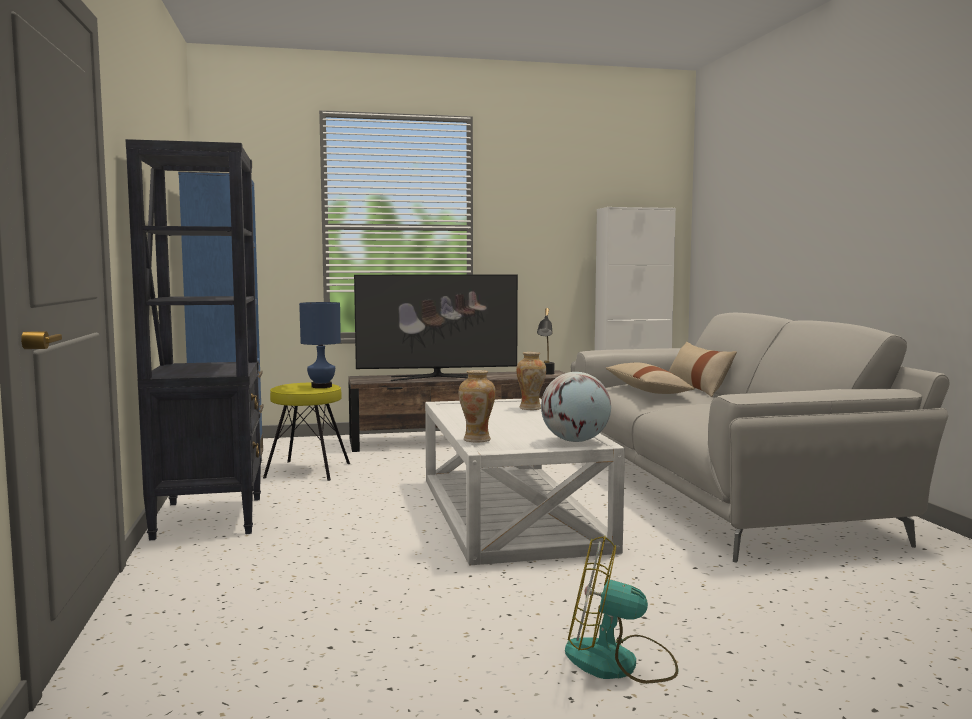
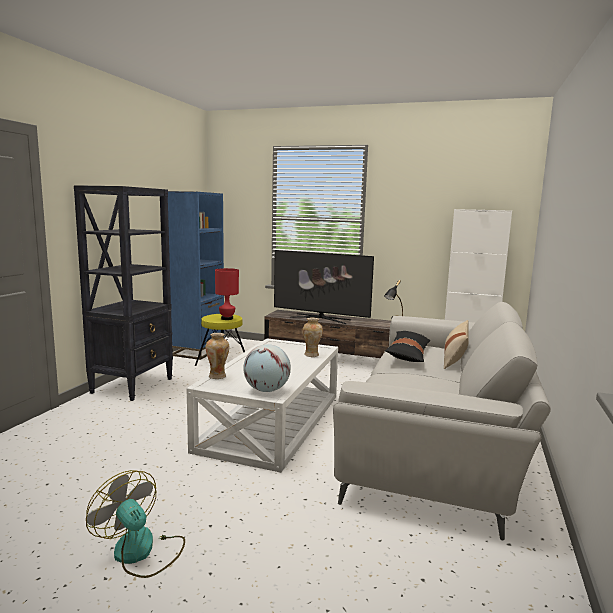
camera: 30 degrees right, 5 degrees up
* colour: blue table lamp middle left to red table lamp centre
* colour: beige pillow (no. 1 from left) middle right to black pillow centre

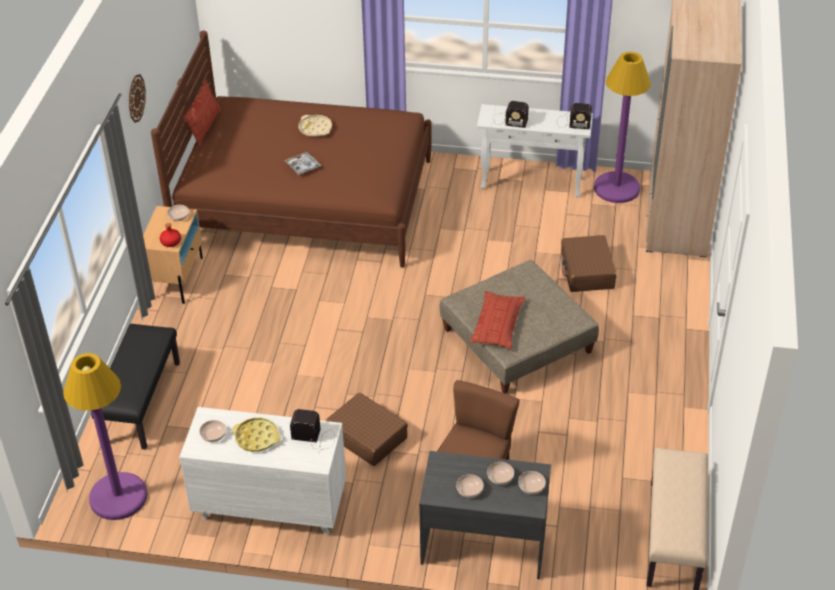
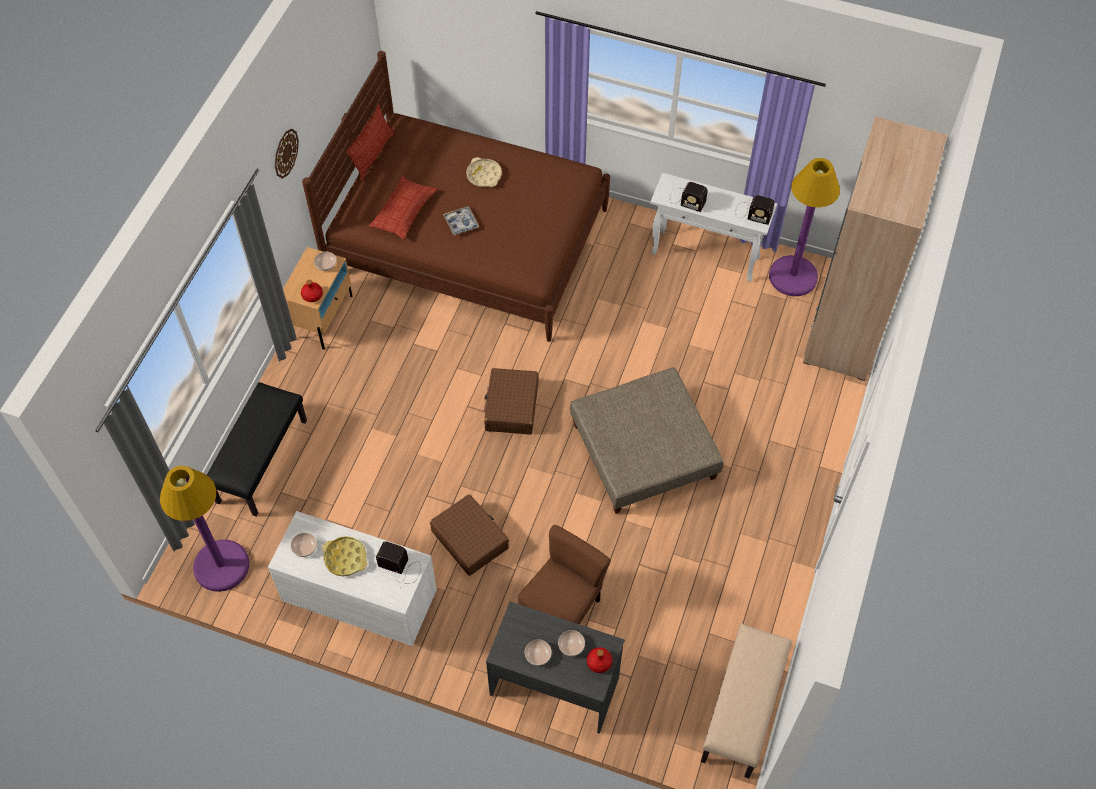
camera: 10 degrees right, 15 degrees up
* relocated: pillow (no. 2 from left) centre to top centre
* relocated: brown suitcase (no. 2 from left) middle right to centre
* exchanged: bowl (no. 5 from left) bottom centre to red bottle (no. 2 from left) bottom centre

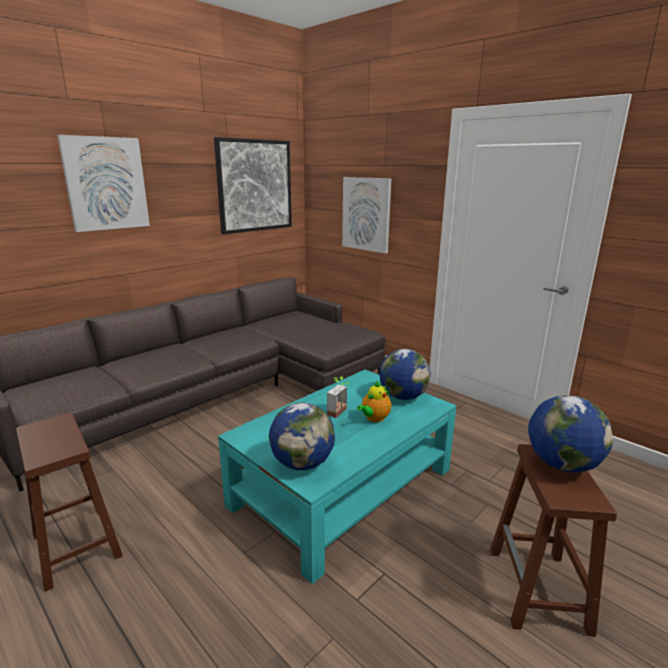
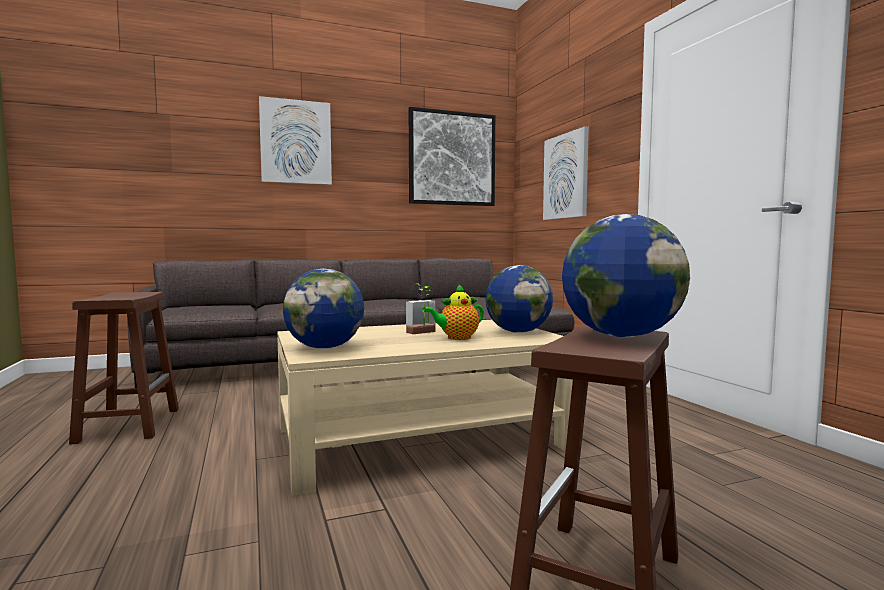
camera: 25 degrees right, 15 degrees down
* colour: turquoise coffee table bottom centre to beige coffee table bottom centre

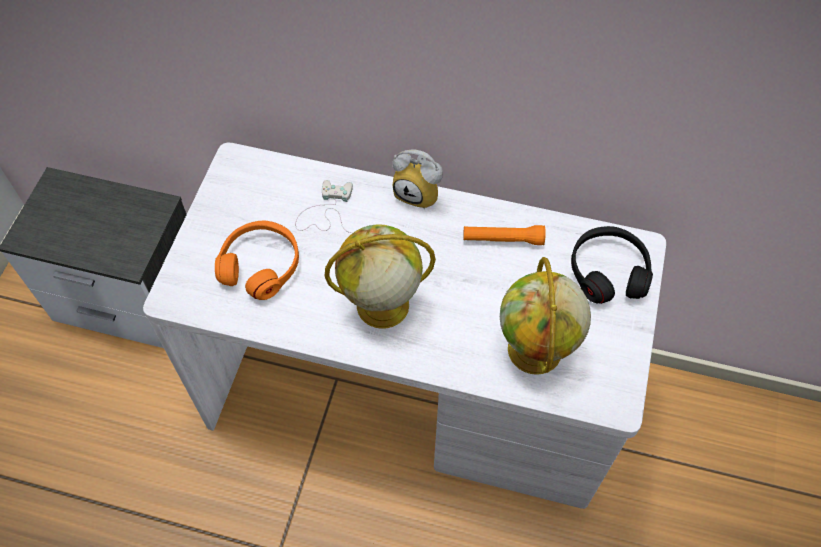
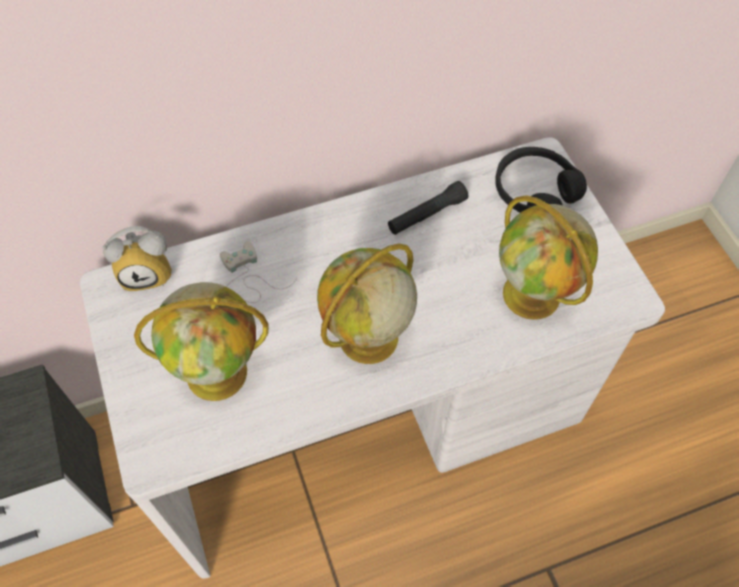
camera: 35 degrees left, 0 degrees up
* relocated: alarm clock top centre to middle left
* exchanged: orange headphones middle left to globe (no. 1 from left) middle left
* colour: orange flashlight centre to black flashlight centre

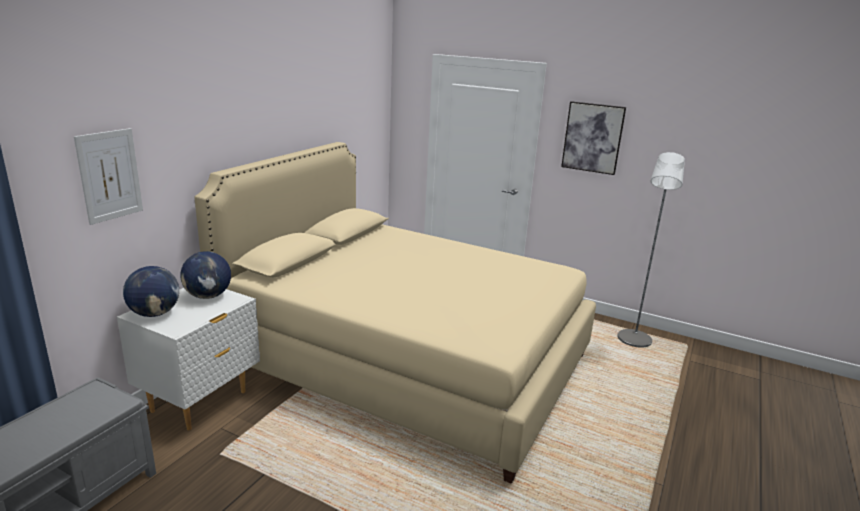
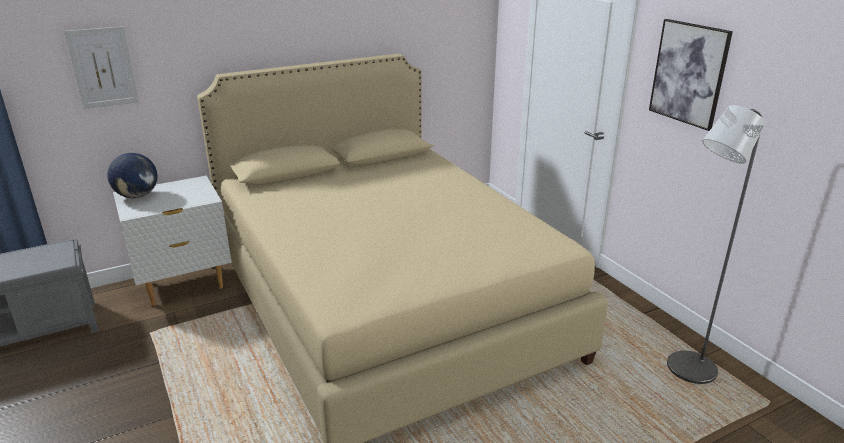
camera: 35 degrees right, 5 degrees up
* missing: globe (no. 2 from left) middle left

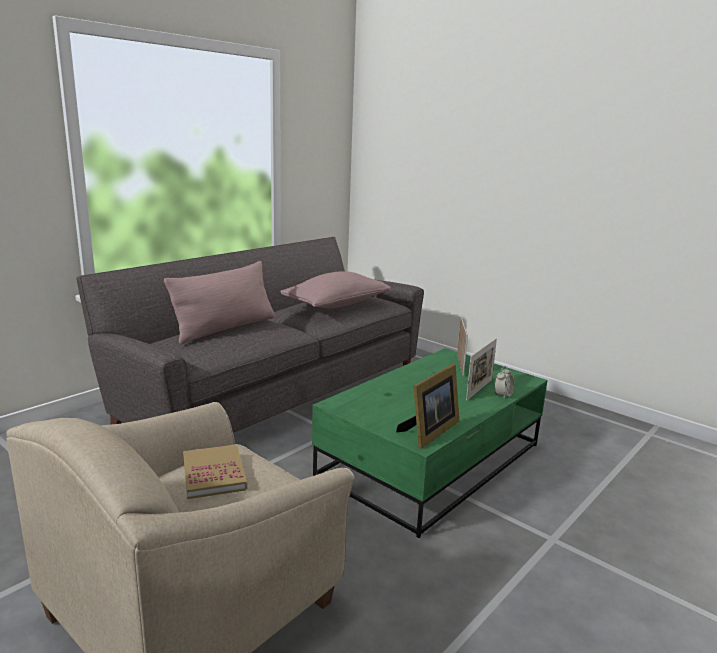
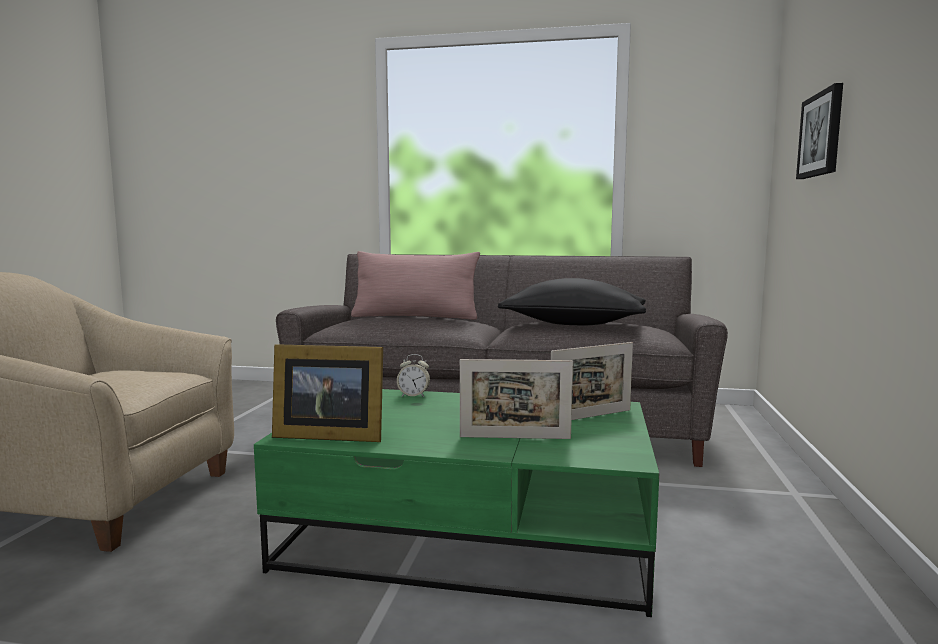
camera: 60 degrees right, 10 degrees down
* missing: book bottom left
* appeared: picture top right
* relocated: alarm clock middle right to centre
* colour: pink pillow (no. 2 from left) centre to black pillow centre

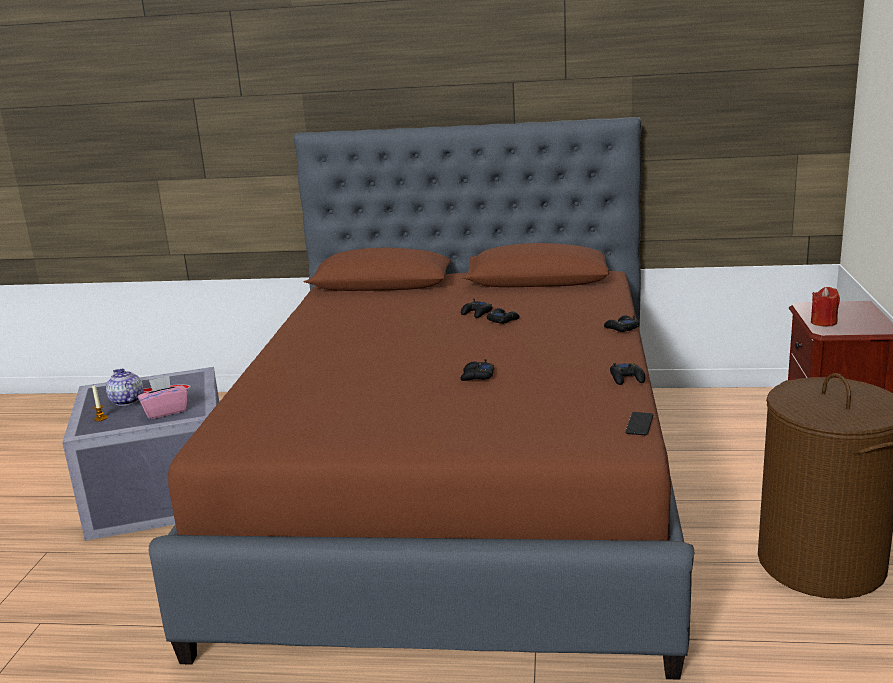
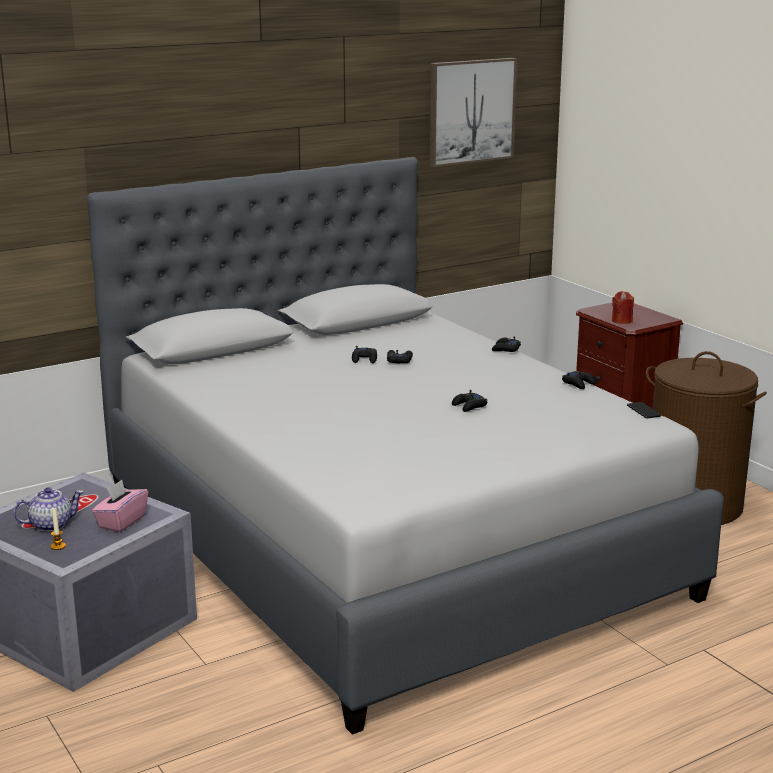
camera: 40 degrees left, 0 degrees up
* appeared: picture top centre
* colour: brown bed centre to grey bed centre
* spun: teapot middle left = middle left 135 degrees clockwise

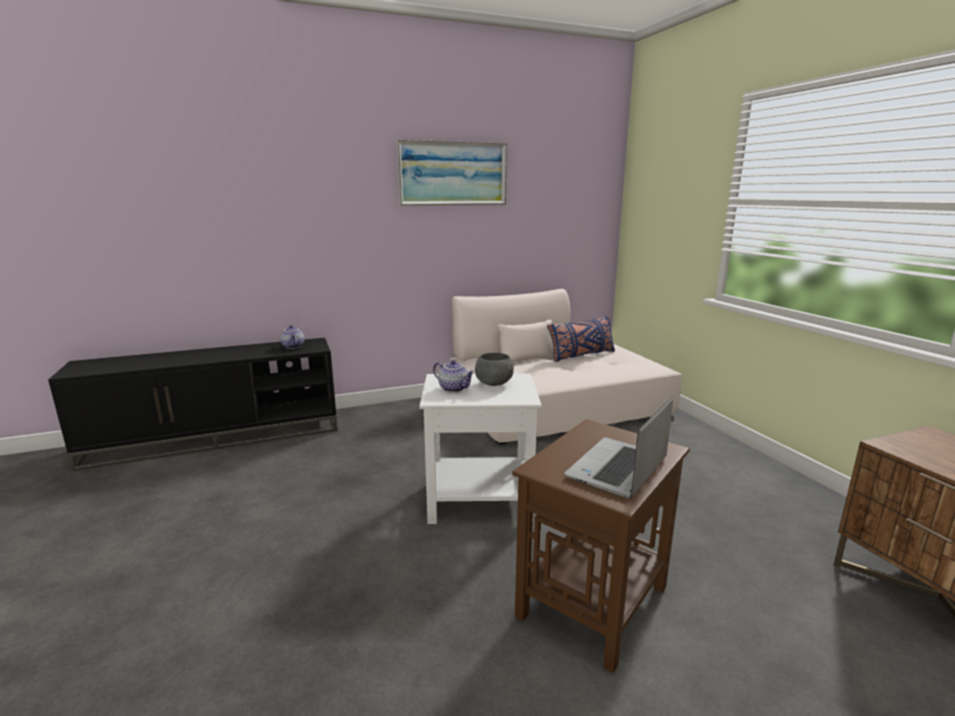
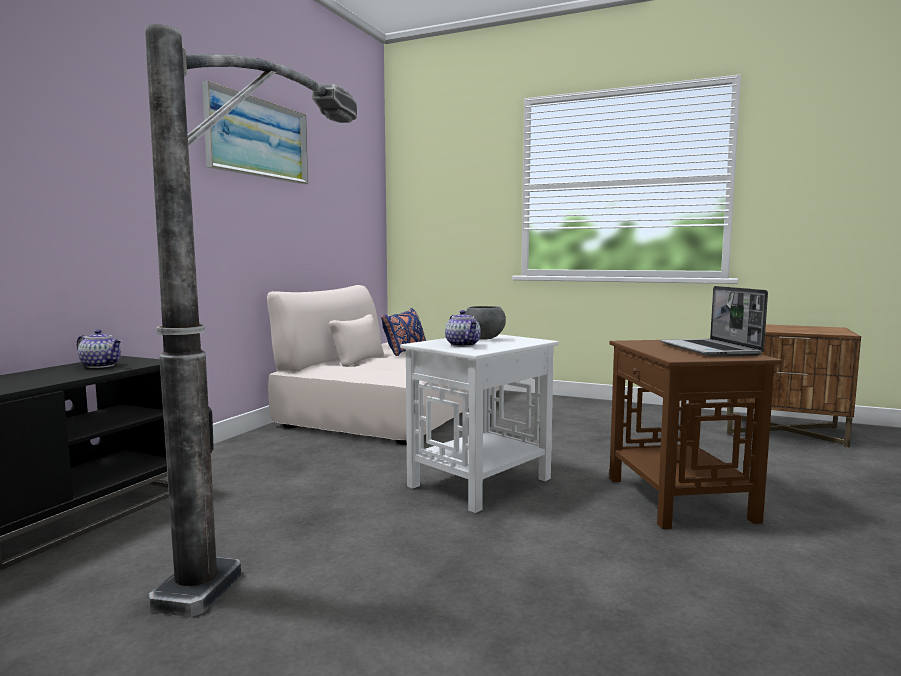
camera: 45 degrees left, 10 degrees down
* appeared: floor lamp middle left
* spun: teapot (no. 2 from left) centre = centre 75 degrees clockwise

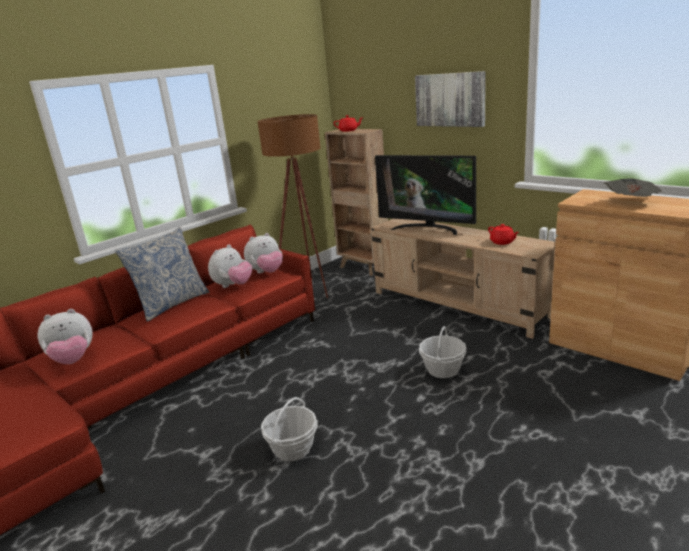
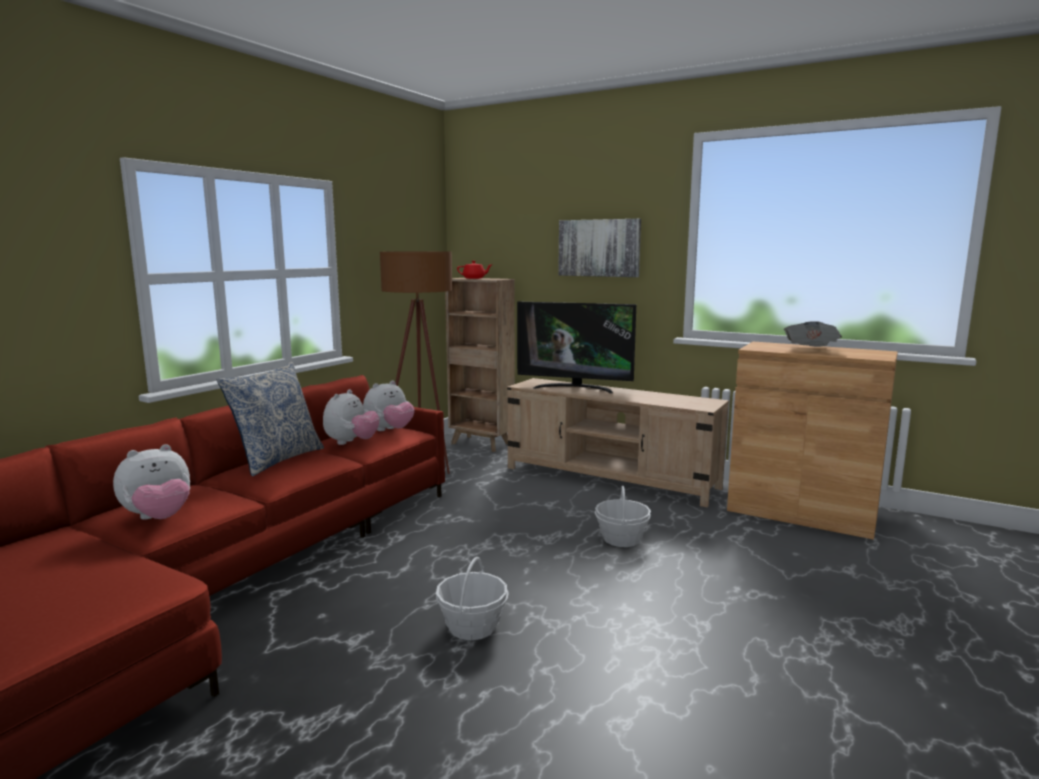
camera: 15 degrees left, 10 degrees down
* missing: red teapot (no. 2 from left) middle right

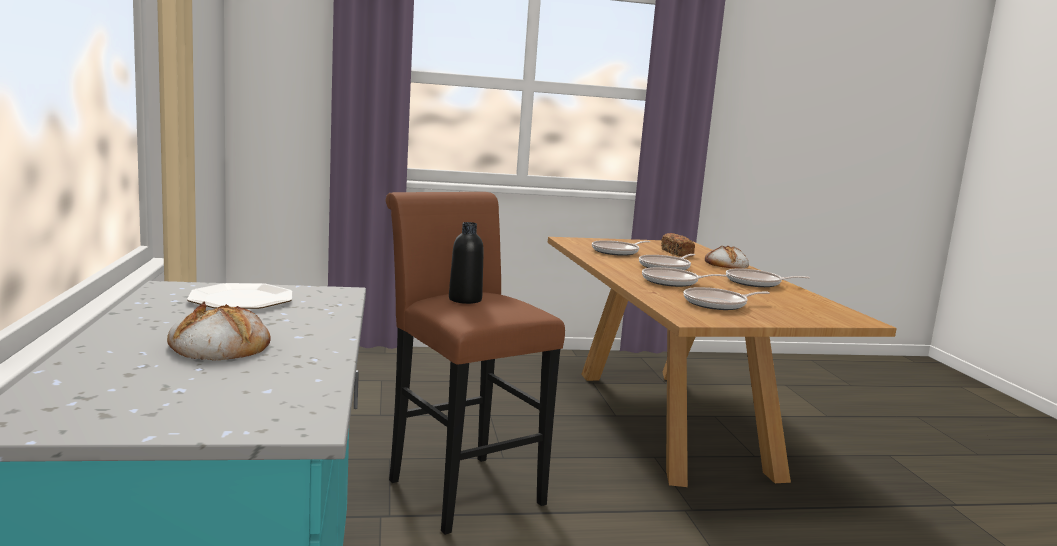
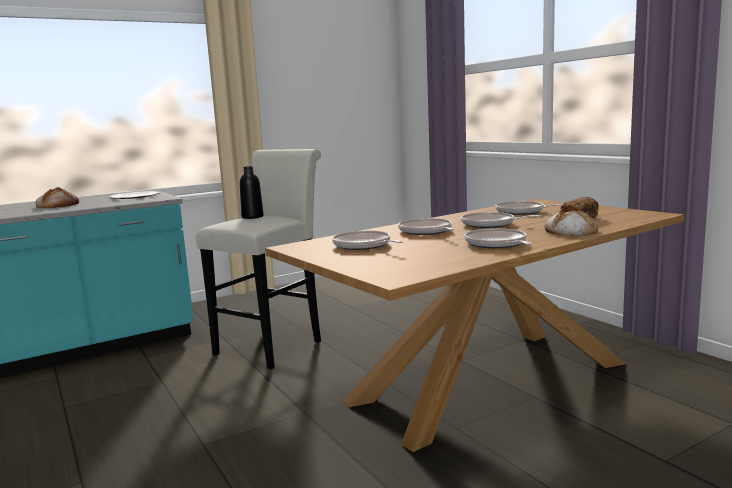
camera: 70 degrees right, 0 degrees up
* colour: brown stool centre to white stool centre

